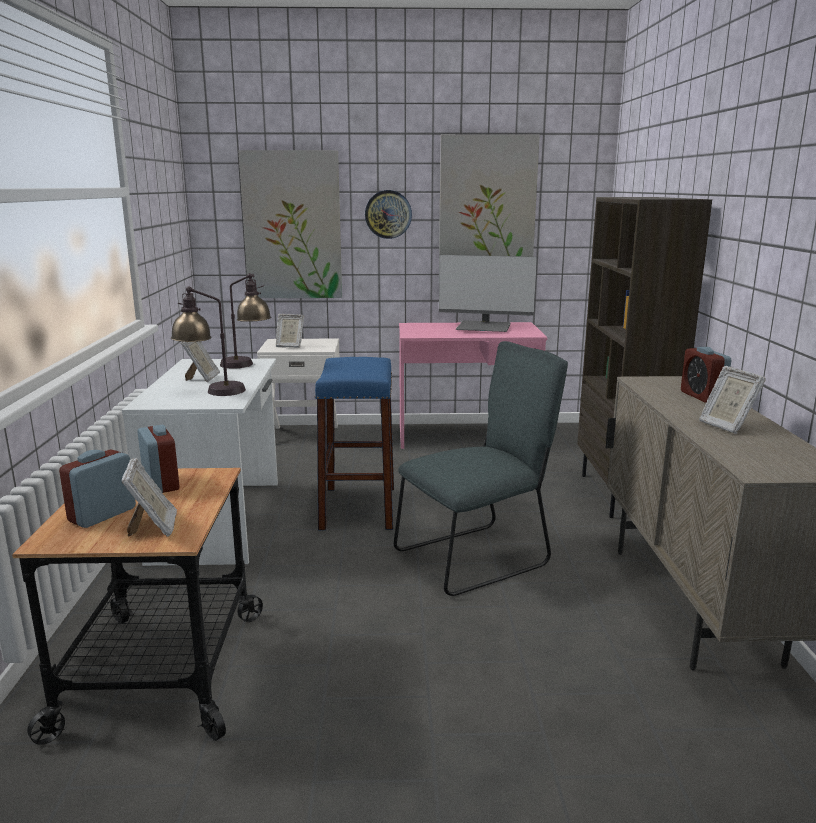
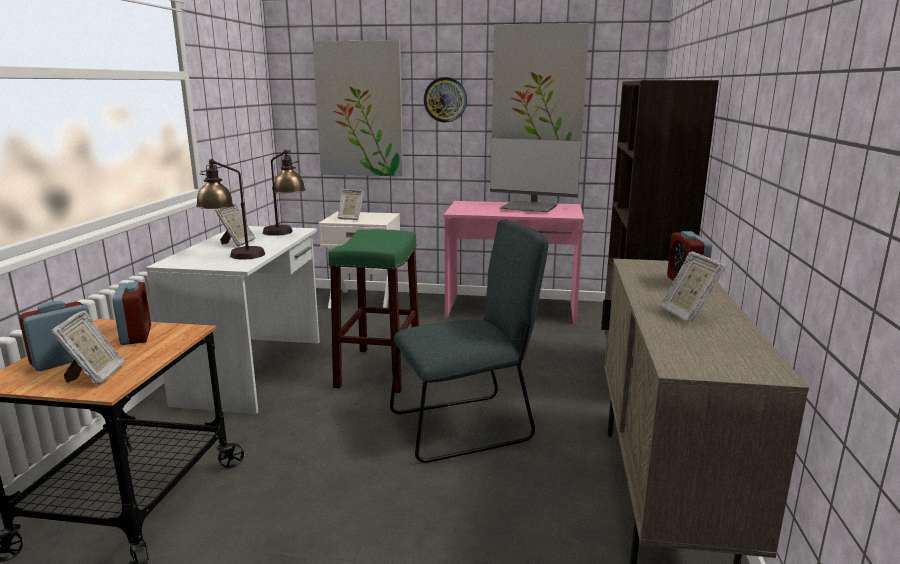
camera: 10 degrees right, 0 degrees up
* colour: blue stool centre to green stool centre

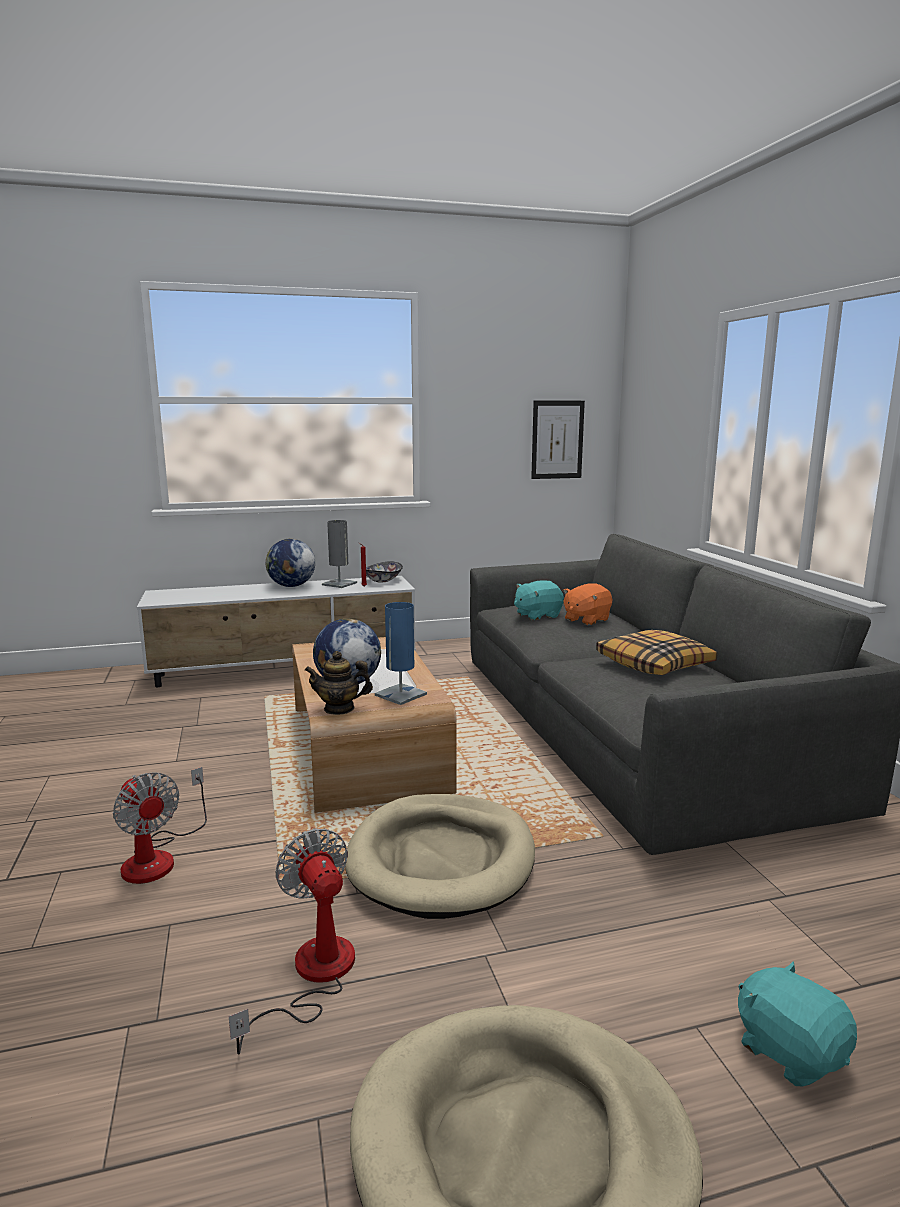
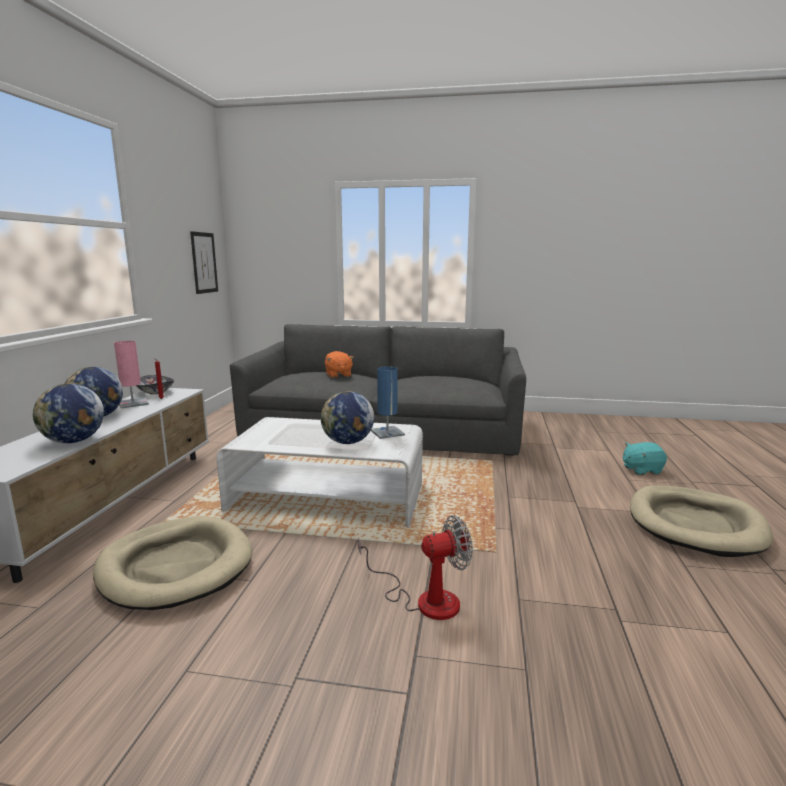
camera: 65 degrees left, 0 degrees up
* missing: fan (no. 2 from left) bottom left
* missing: teapot centre
* missing: turquoise plush toy (no. 1 from left) centre
* missing: pillow middle right
* appeared: globe (no. 1 from left) middle left
* relocated: beige dog bed (no. 1 from left) bottom centre to bottom left
* colour: brown coffee table centre to white coffee table centre
* colour: grey table lamp centre to pink table lamp middle left

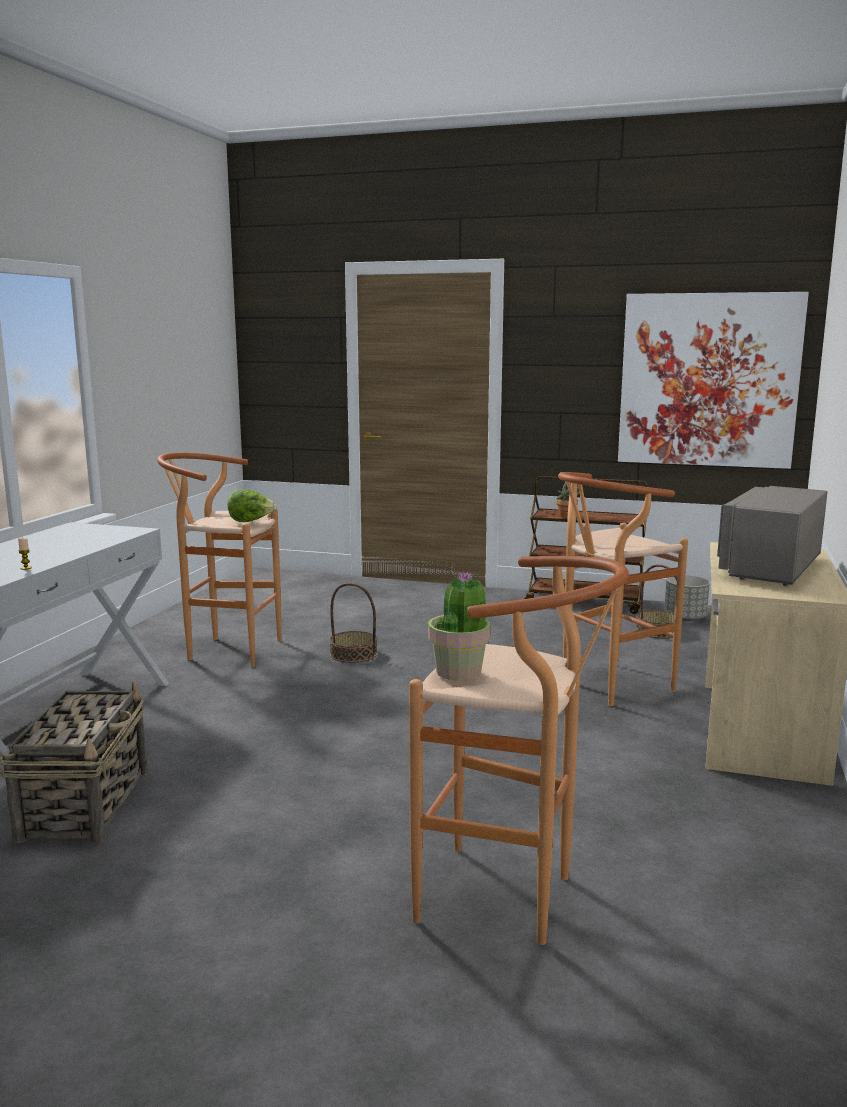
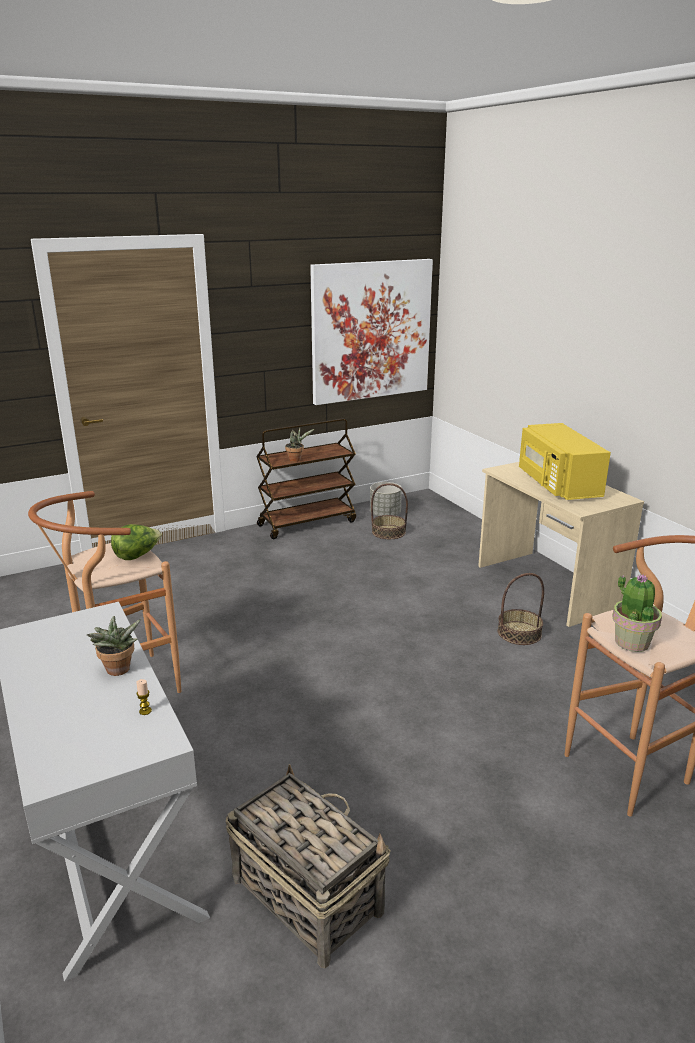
camera: 45 degrees left, 10 degrees up
* missing: brown stool (no. 3 from left) middle right
* appeared: potted plant (no. 1 from left) middle left
* relocated: basket (no. 2 from left in the first image) centre to basket (no. 3 from left) middle right
* colour: grey microwave middle right to yellow microwave middle right

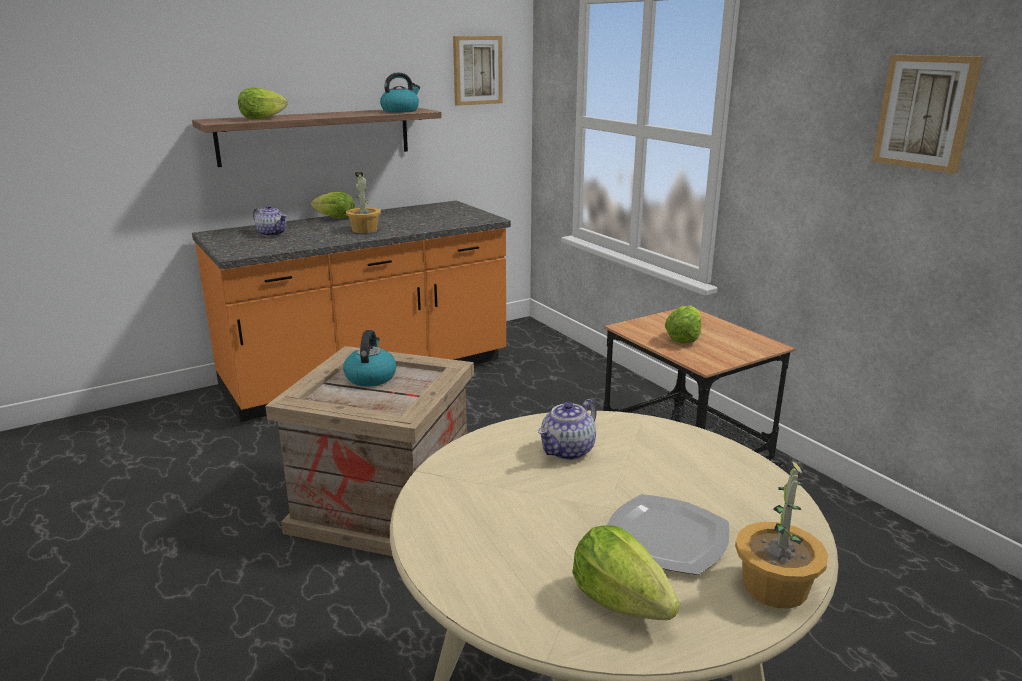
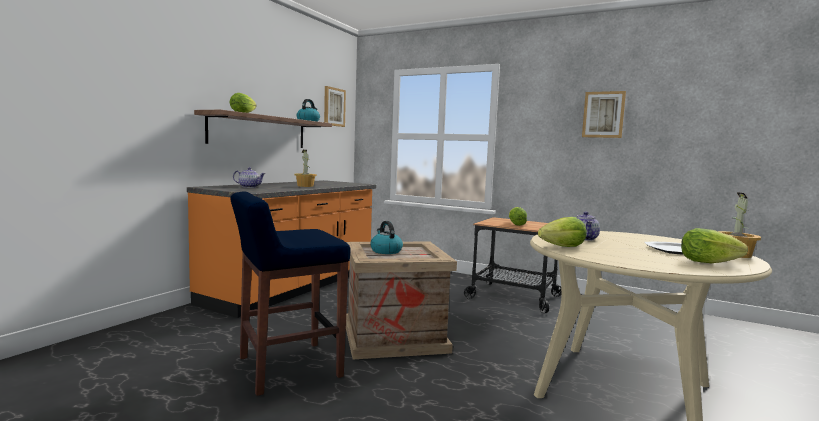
camera: 30 degrees left, 15 degrees down
* appeared: blue stool bottom centre
* relocated: lettuce (no. 2 from left in the first image) top left to lettuce (no. 3 from left) middle right

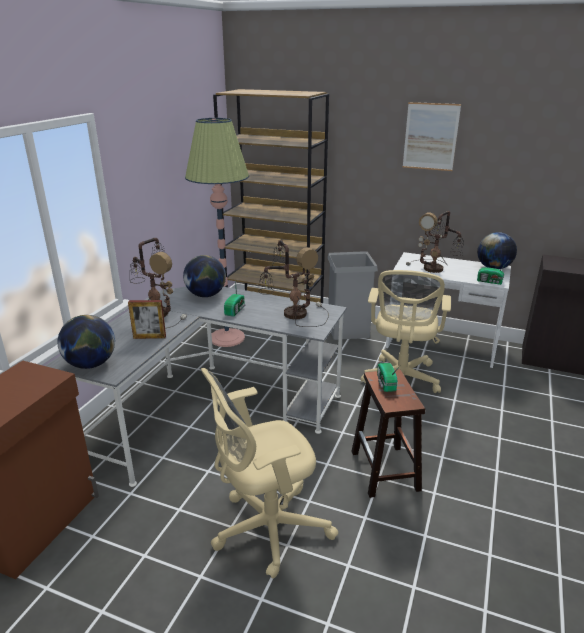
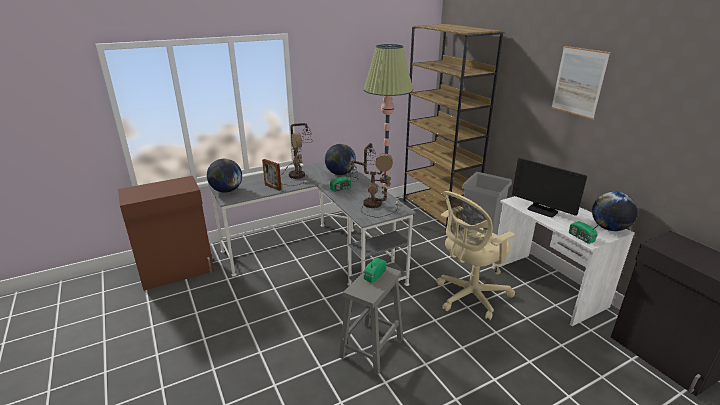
camera: 40 degrees right, 0 degrees up
* missing: beige office chair (no. 1 from left) bottom centre
* exchanged: table lamp (no. 3 from left) middle right to monitor middle right
* colour: brown stool bottom centre to grey stool bottom centre

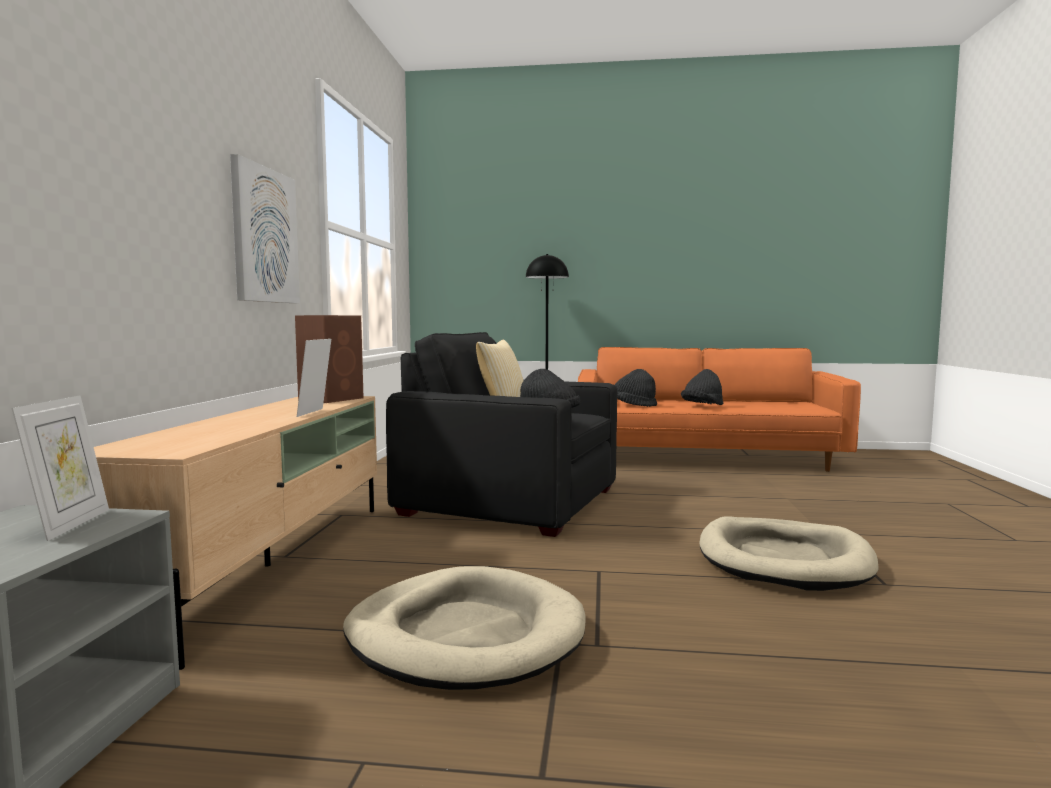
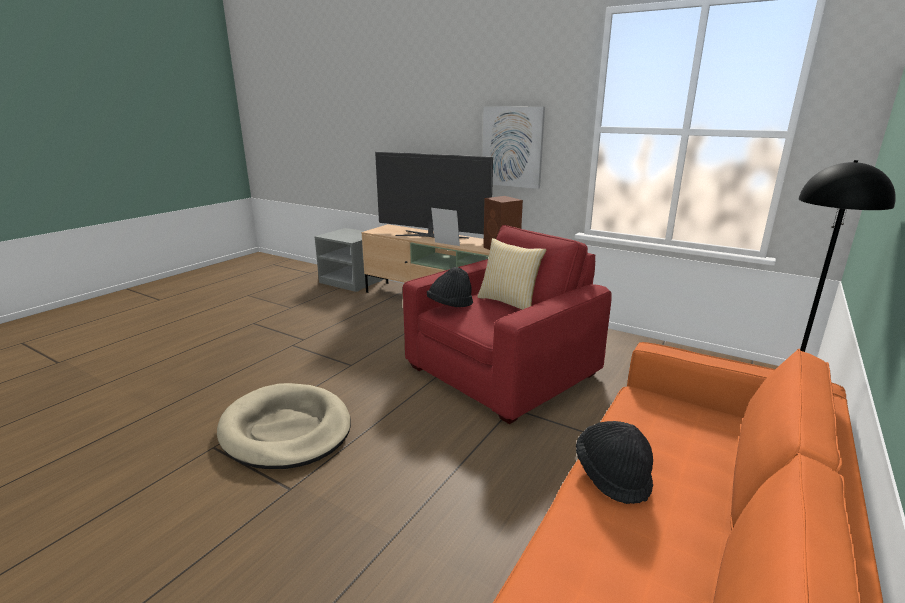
camera: 115 degrees right, 15 degrees up
* missing: picture frame (no. 1 from left) middle left
* missing: beige dog bed (no. 1 from left) bottom centre
* missing: black hat (no. 2 from left) centre
* appeared: television top centre
* colour: black armchair centre to red armchair centre

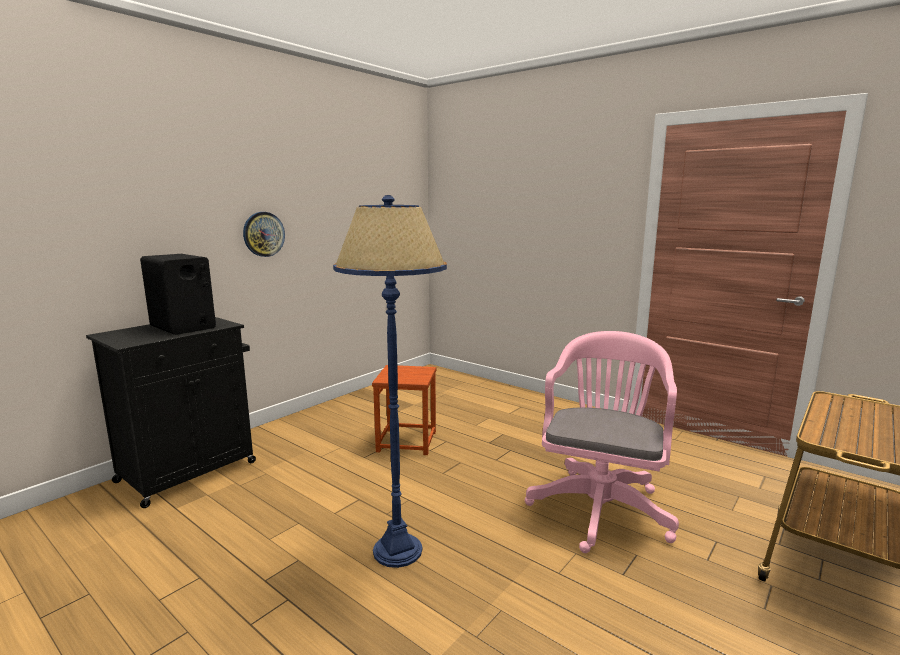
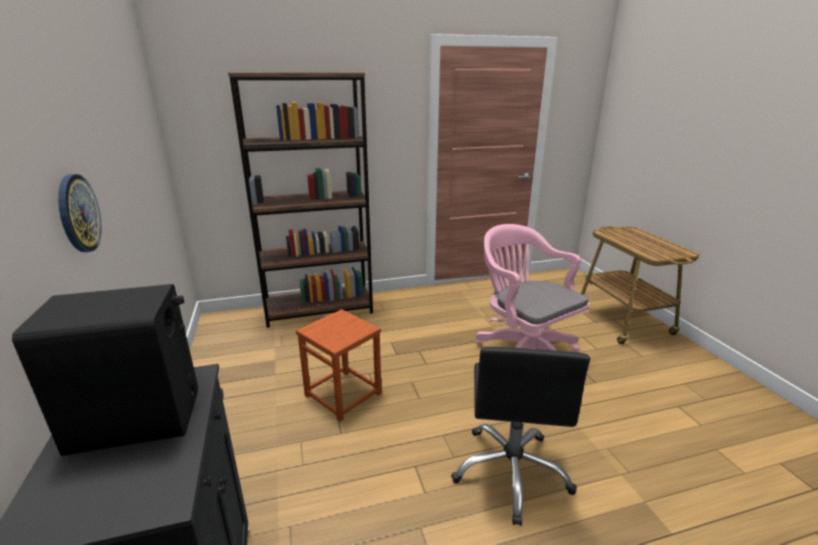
camera: 55 degrees left, 10 degrees up
* appeared: brown bookcase centre
* exchanged: blue floor lamp centre to black office chair bottom centre

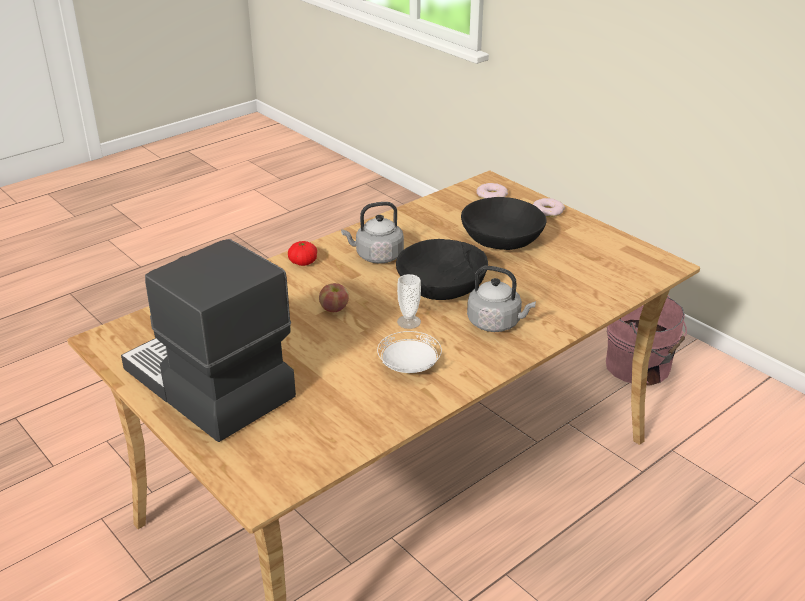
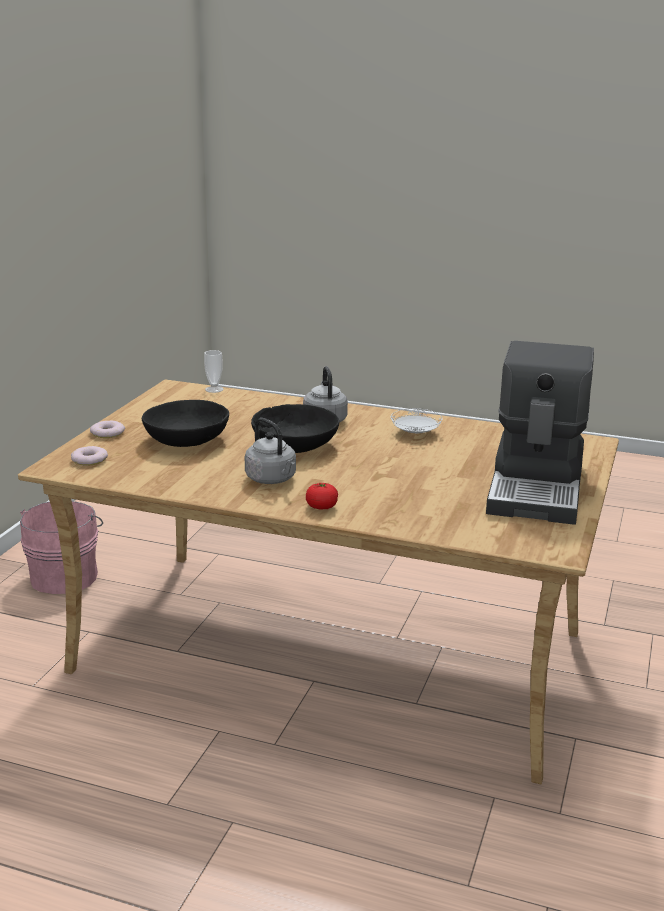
camera: 120 degrees left, 10 degrees down
* missing: apple centre
* relocated: cup centre to middle left

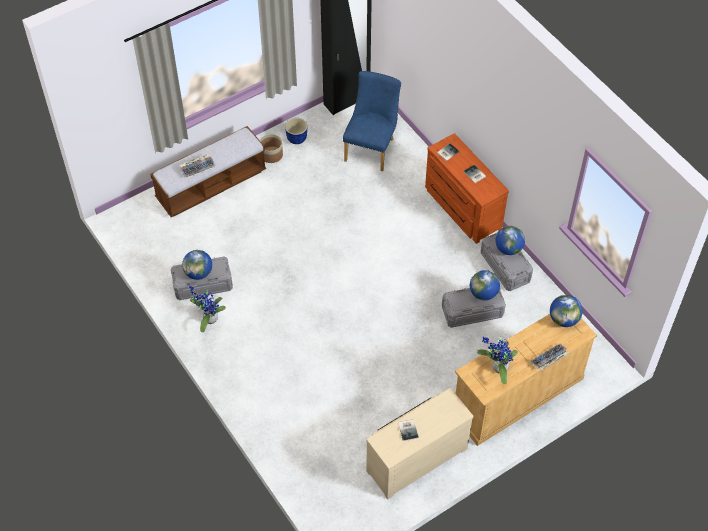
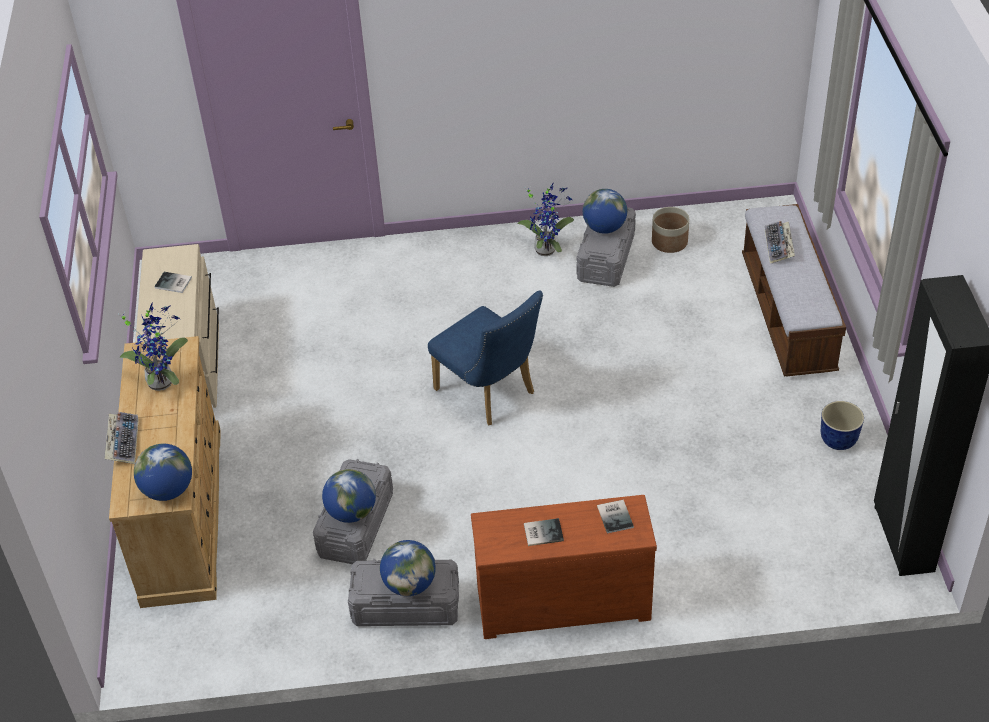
camera: 120 degrees right, 10 degrees down
* relocated: planter (no. 1 from left) top centre to top right
* relocated: blue chair top centre to centre

